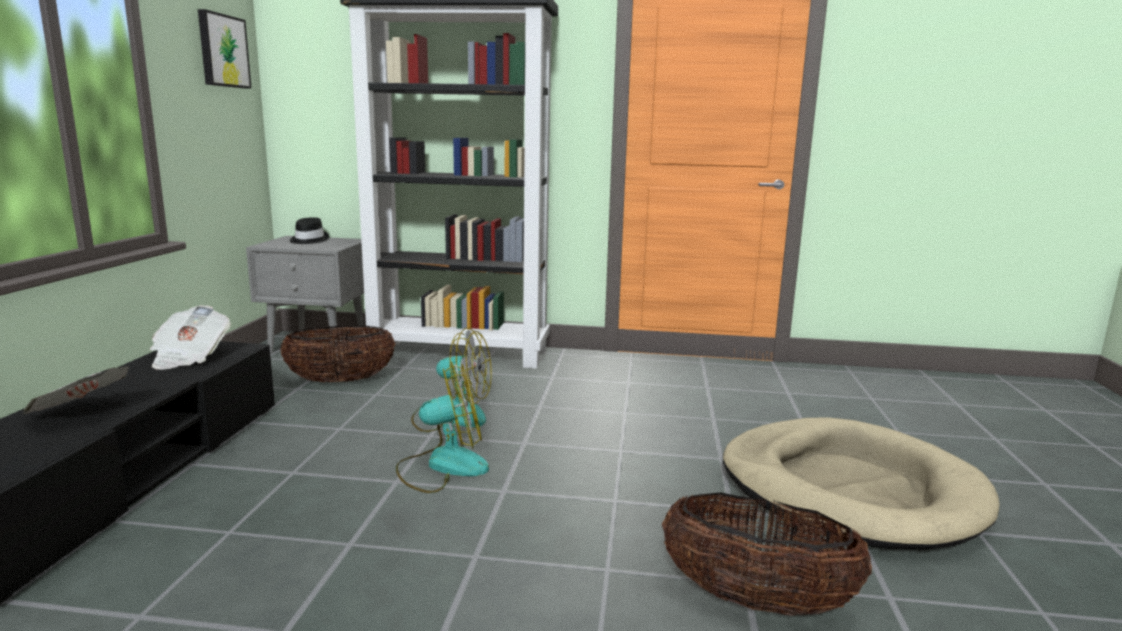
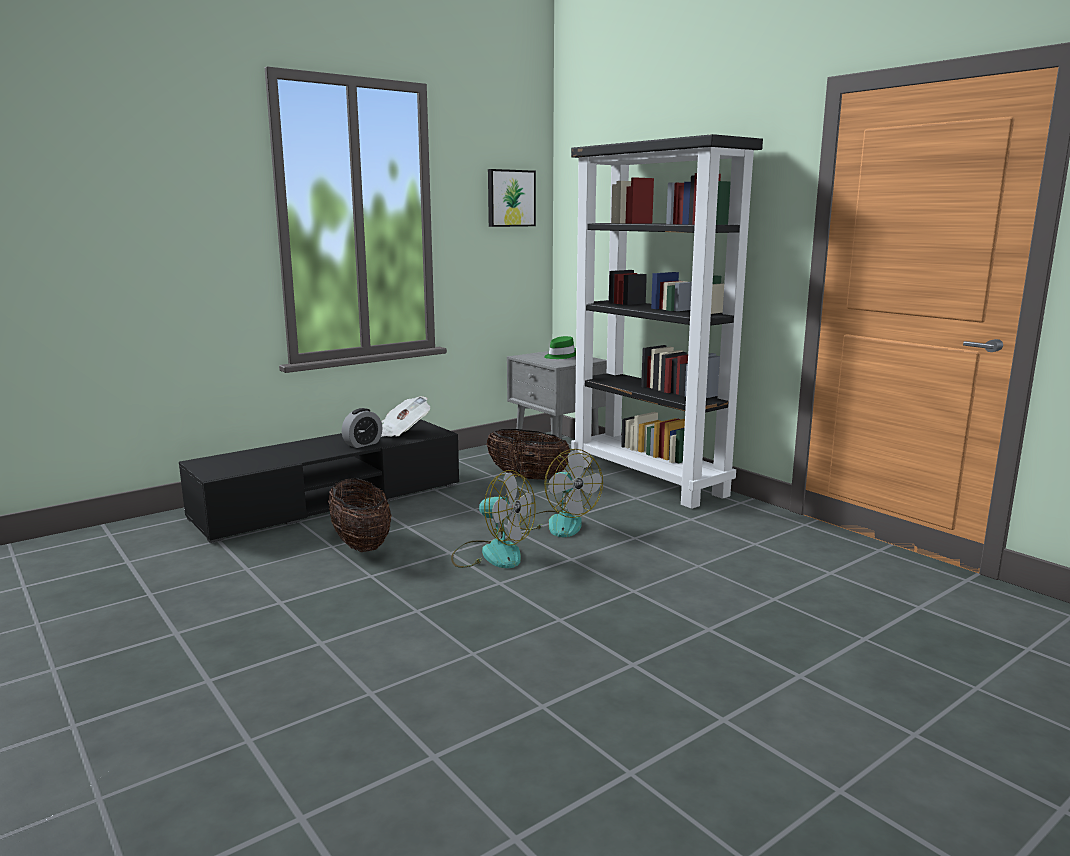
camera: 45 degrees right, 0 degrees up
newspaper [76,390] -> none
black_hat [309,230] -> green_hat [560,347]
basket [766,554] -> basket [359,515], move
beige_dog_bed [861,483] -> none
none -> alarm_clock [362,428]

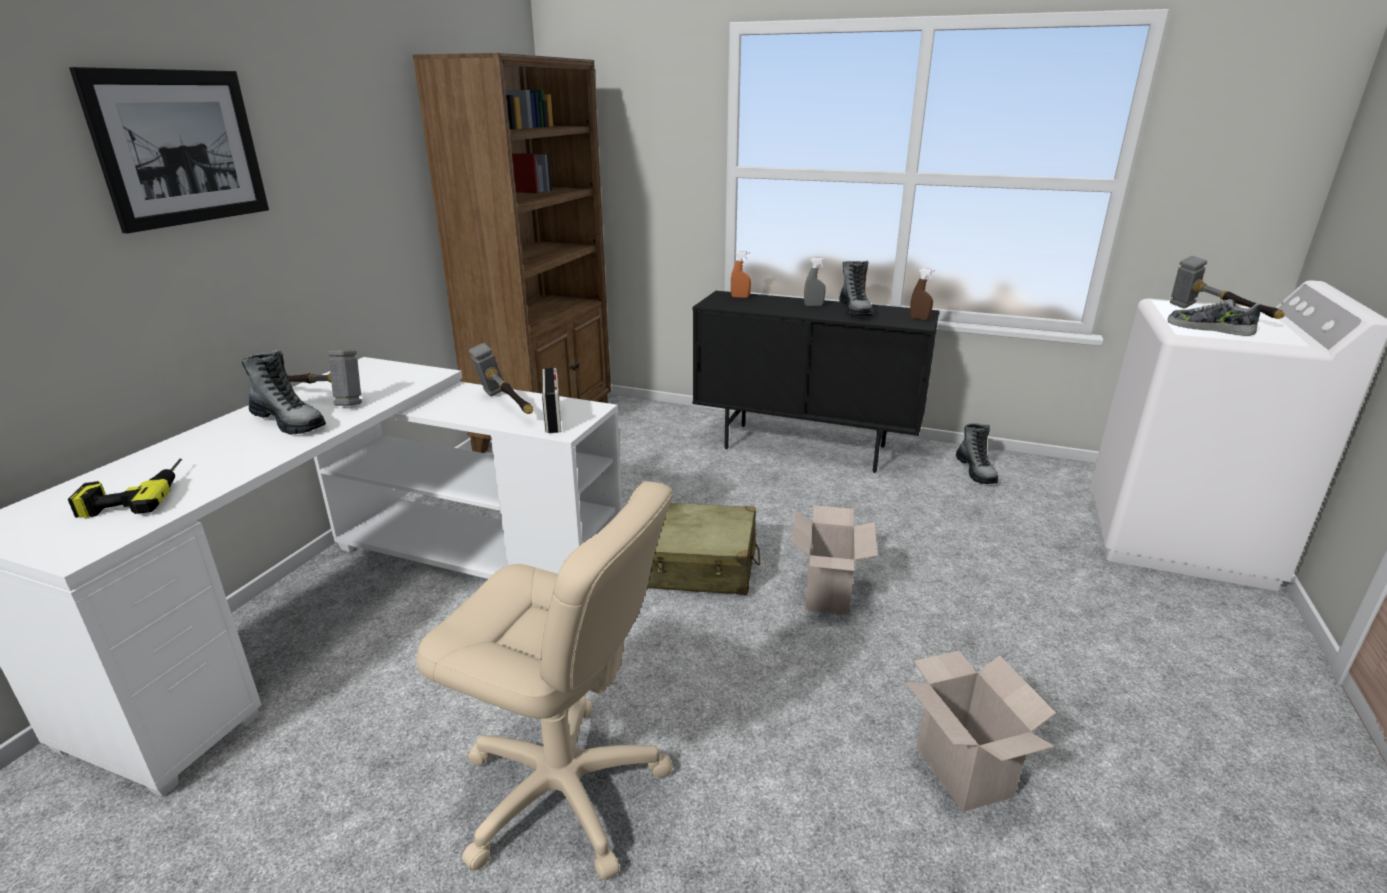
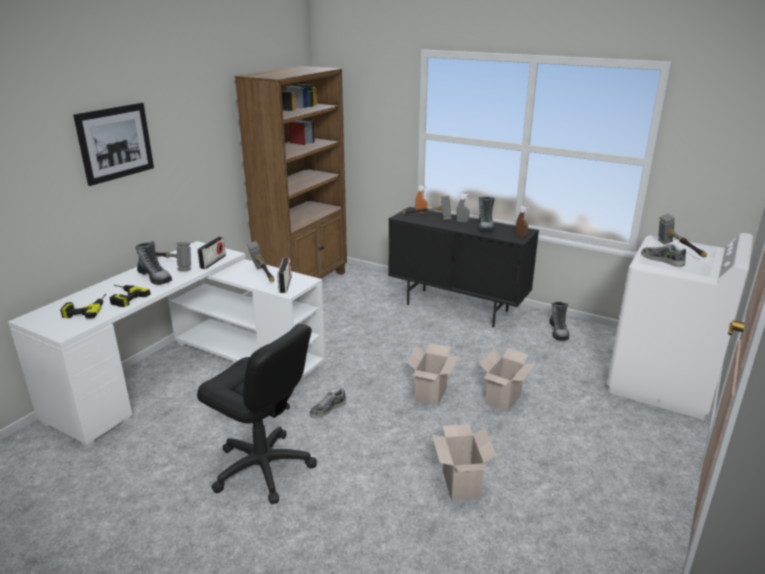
camera: 10 degrees right, 0 degrees up
beige_office_chair [544,681] -> black_office_chair [257,413]
beige_suitcase [703,549] -> none
none -> power_drill [130,296]
none -> radio [211,253]
none -> shoe [327,403]
none -> hammer [427,208]
none -> cardboard_box [507,380]

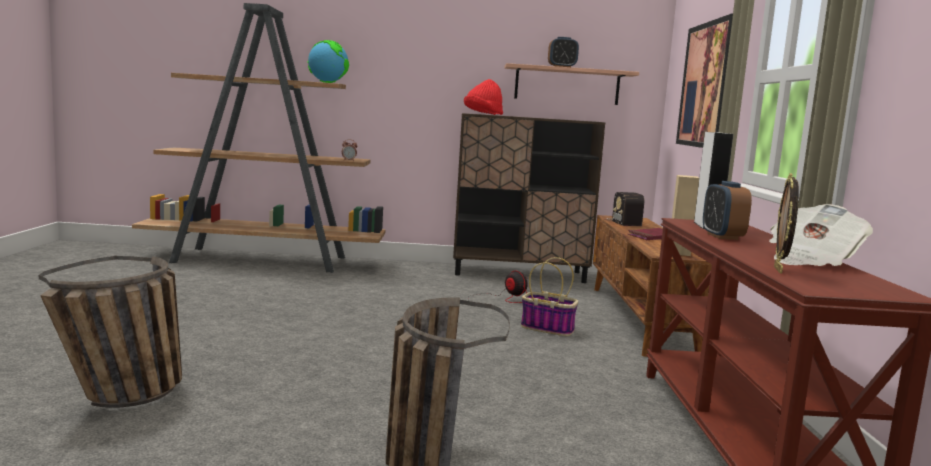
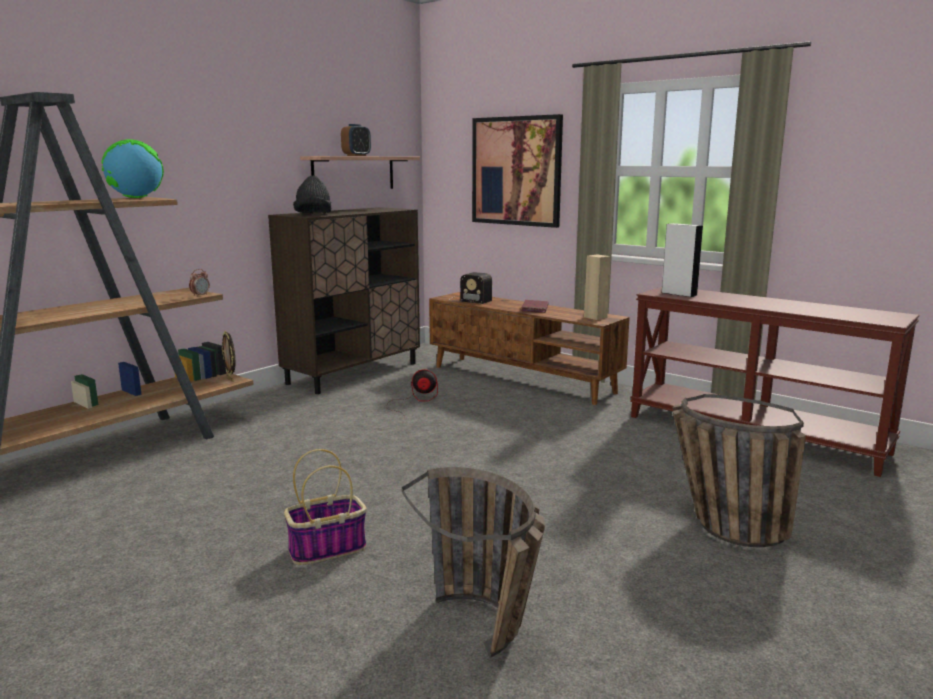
camera: 50 degrees left, 5 degrees up
red_hat [483,97] -> black_hat [312,195]
basket [549,296] -> basket [325,507], move
alarm_clock [727,210] -> none
newspaper [821,235] -> none
picture_frame [786,223] -> picture_frame [228,356], move

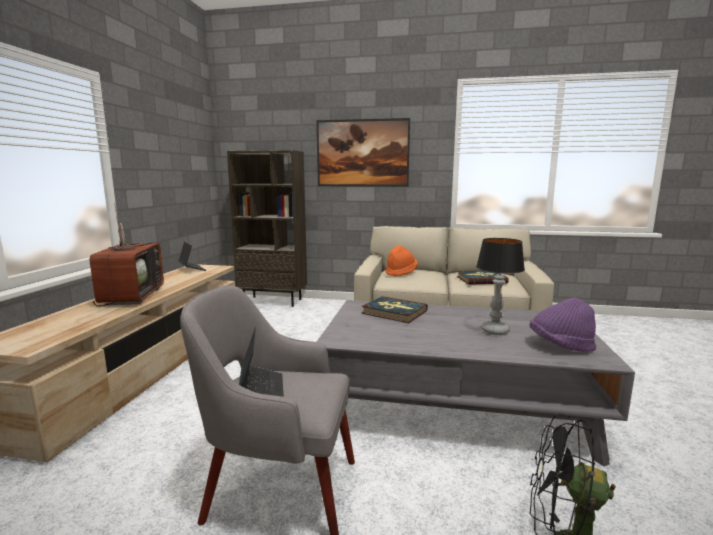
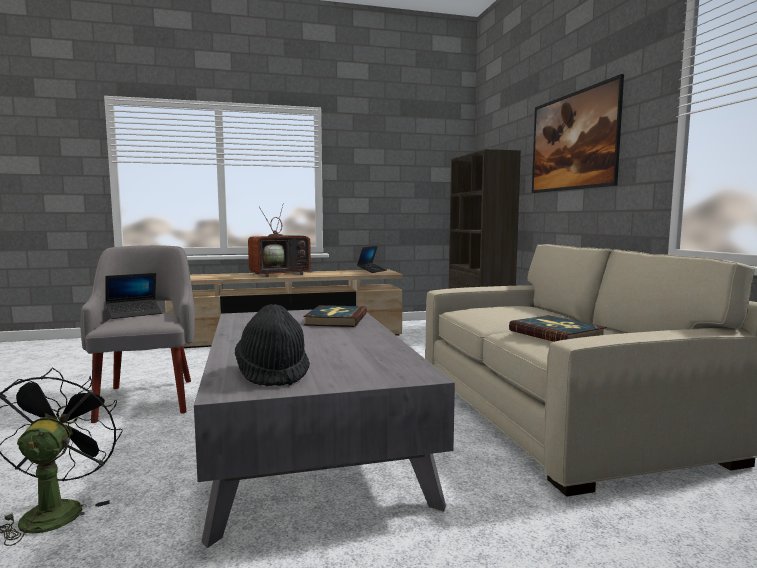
camera: 65 degrees right, 5 degrees down
orange_hat [402,261] -> none
table_lamp [500,286] -> none
purple_hat [562,325] -> black_hat [272,345]

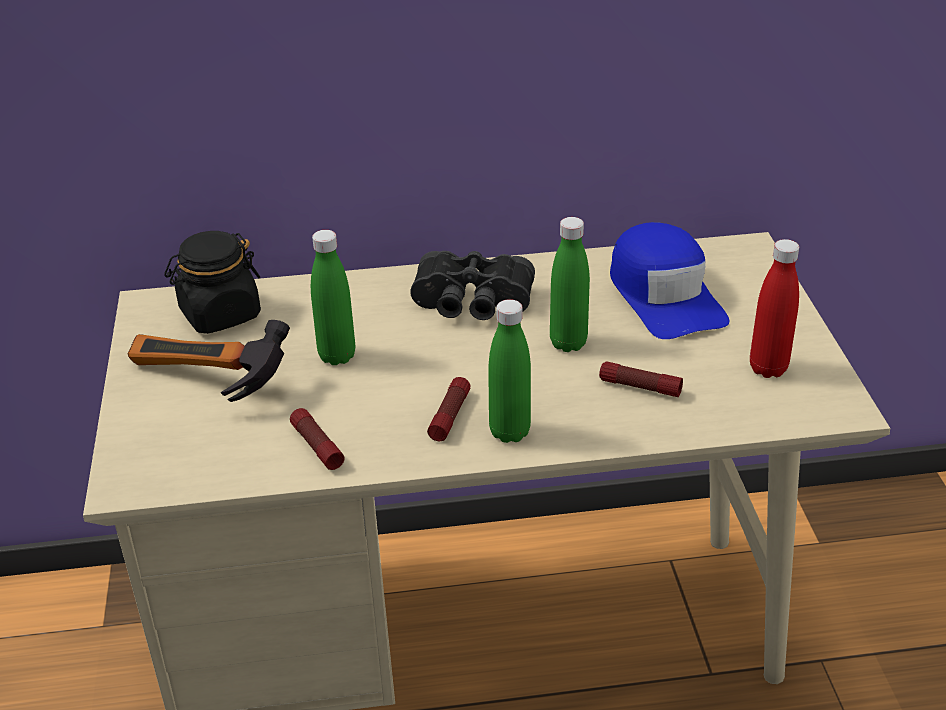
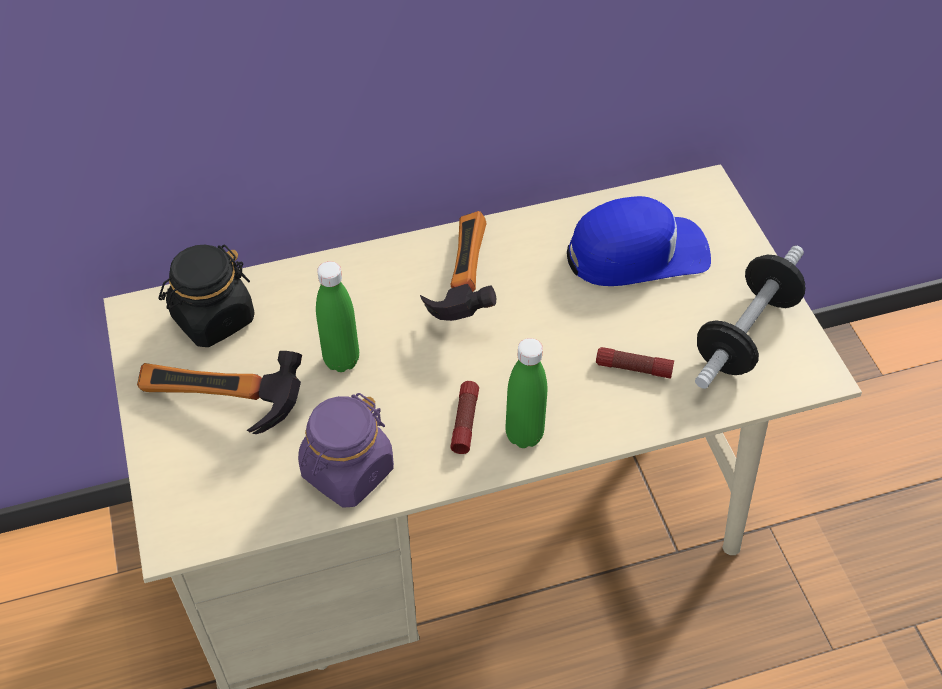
camera: 10 degrees left, 15 degrees up
flashlight [317,439] -> purple_jar [346,450]
black_binoculars [472,285] -> hammer [458,266]
green_bottle [570,284] -> none
blue_cap [670,280] -> blue_cap [639,241], 75 degrees counterclockwise
red_bottle [774,308] -> dumbbell [750,317]

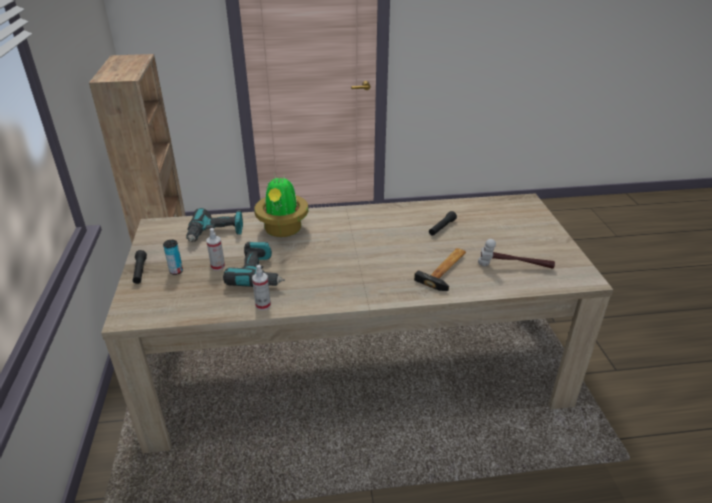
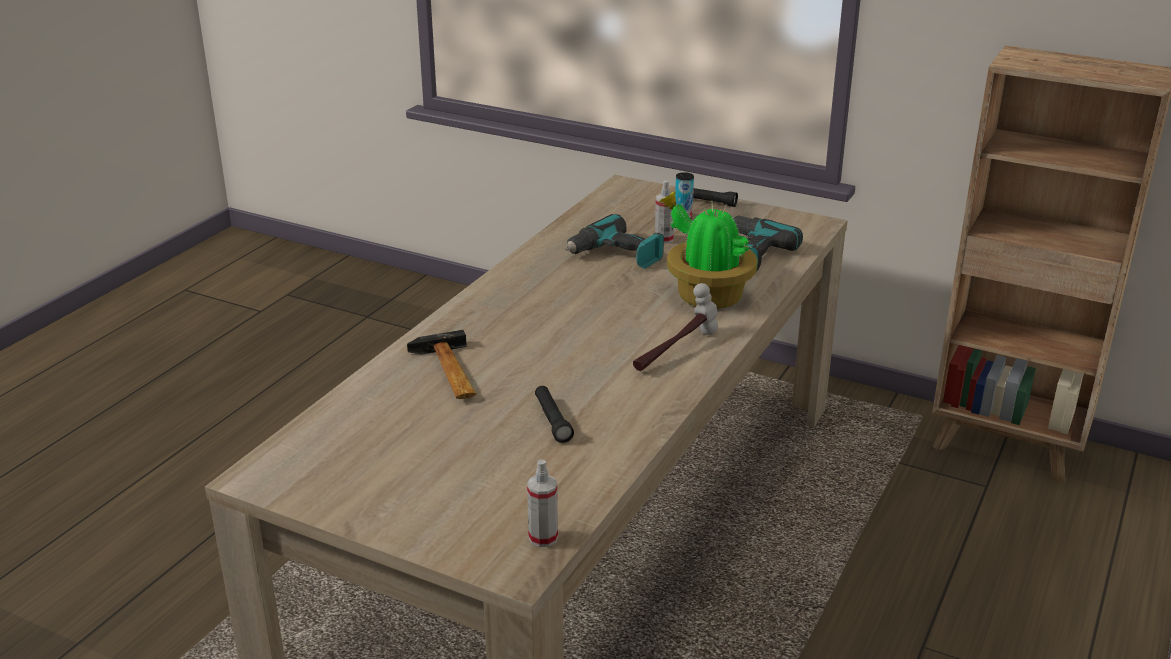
camera: 125 degrees right, 5 degrees down
spray_bottle [261,287] -> spray_bottle [542,503], move
hammer [516,254] -> hammer [675,327], move

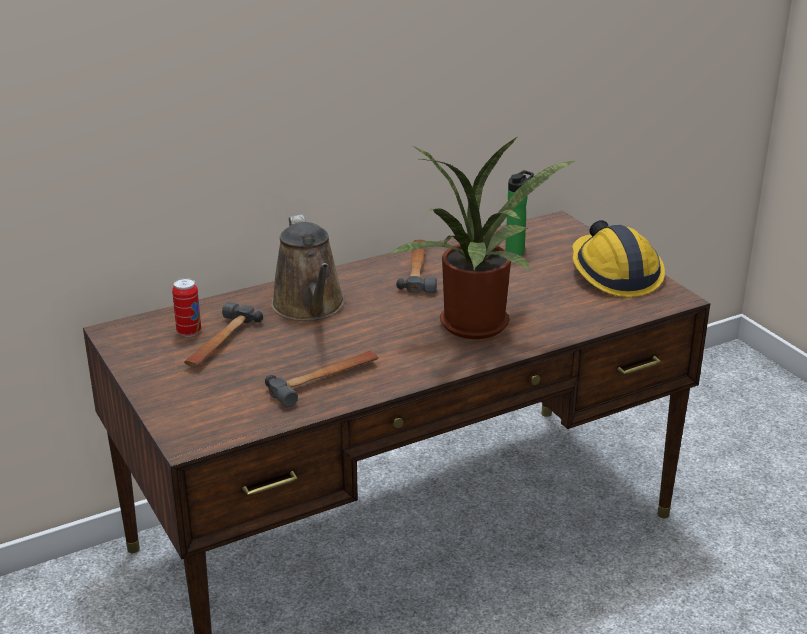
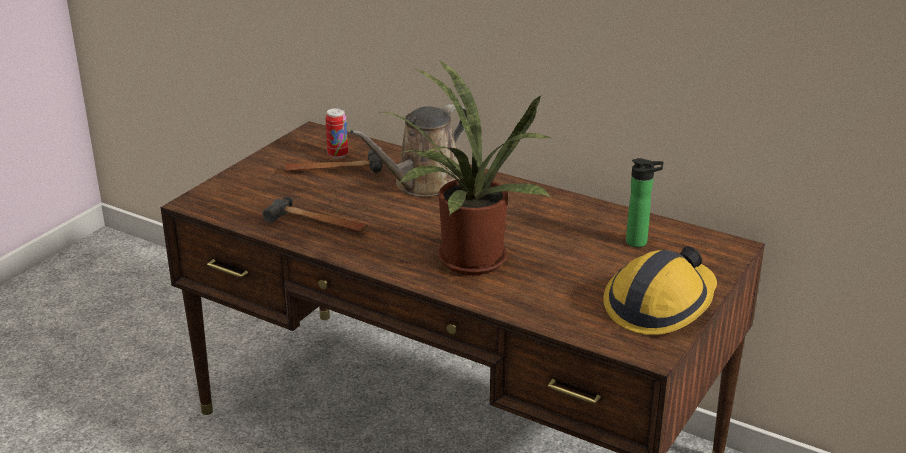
camera: 60 degrees right, 0 degrees up
hammer [416,266] -> none

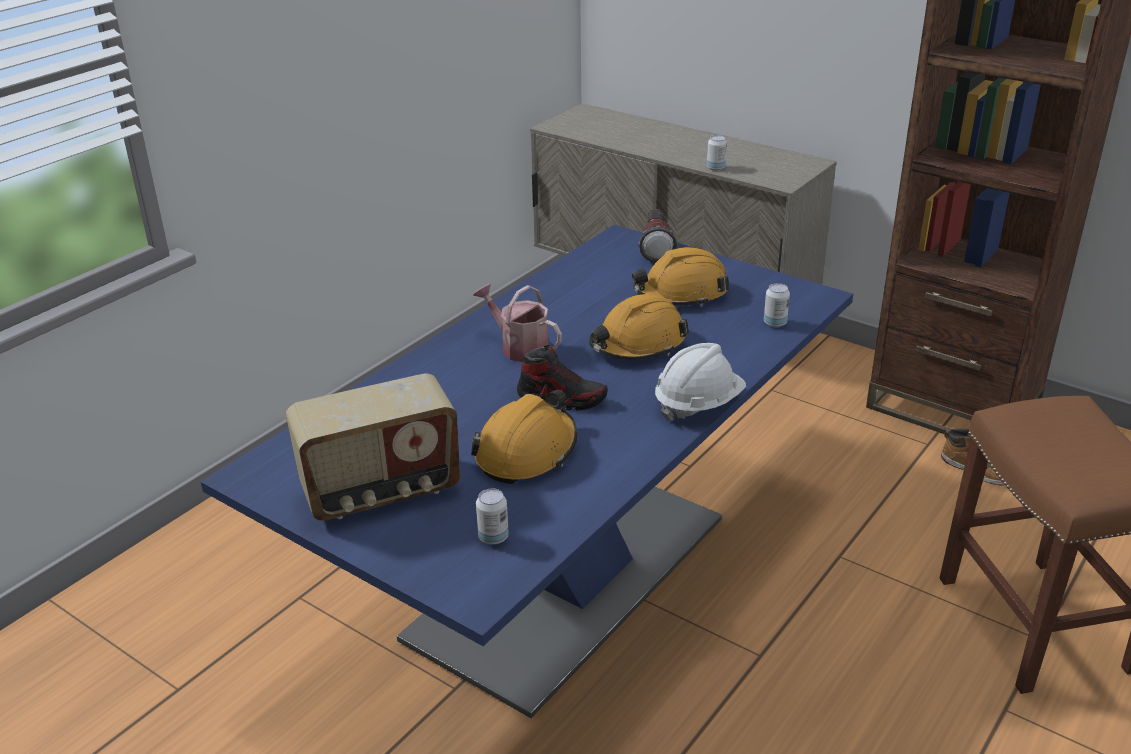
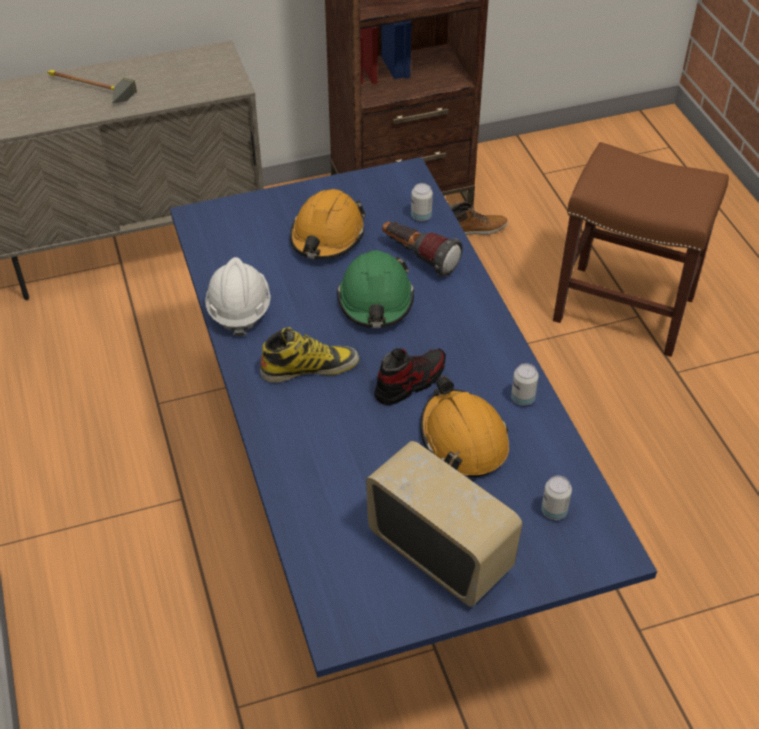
camera: 55 degrees left, 15 degrees up
radio [373,447] -> radio [444,524], 60 degrees counterclockwise
watering_can [517,322] -> boot [309,355]
orange_hard_hat [639,327] -> green_hard_hat [375,289]
flashlight [658,236] -> flashlight [422,249], move
white_hard_hat [700,382] -> white_hard_hat [238,297], move
can [717,153] -> can [524,384], move
none -> hammer [91,86]

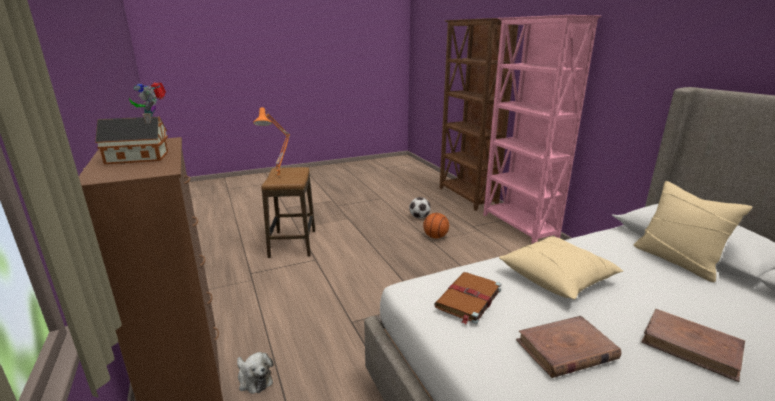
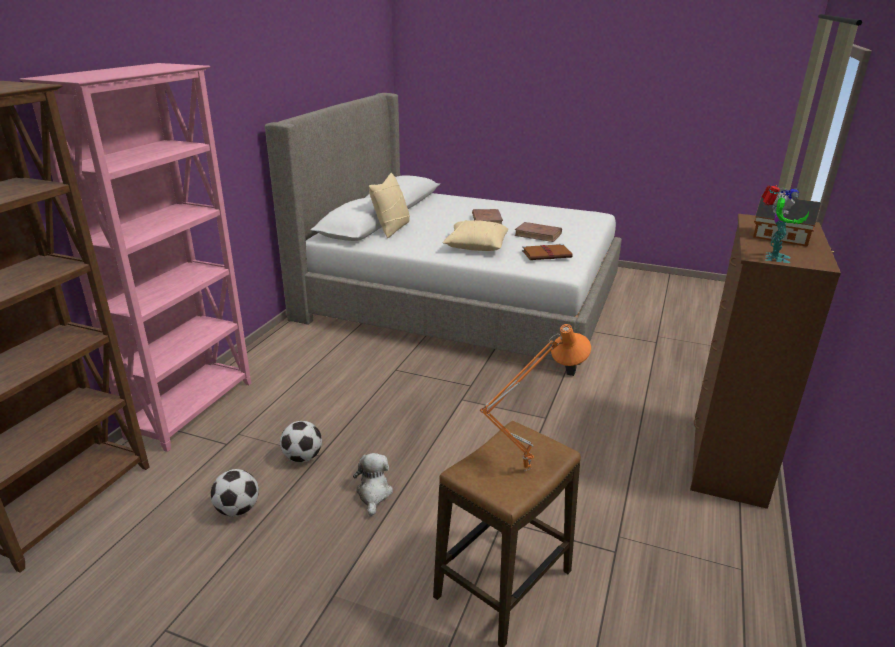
camera: 135 degrees left, 5 degrees up
plush_toy [255,373] -> plush_toy [373,484], move
basketball [436,226] -> football [301,441]

